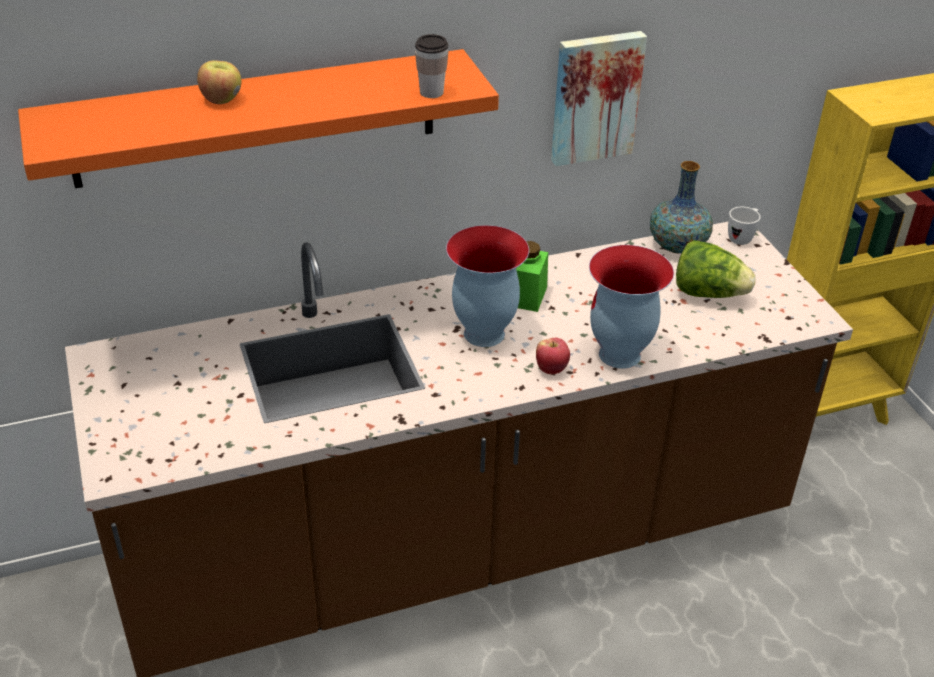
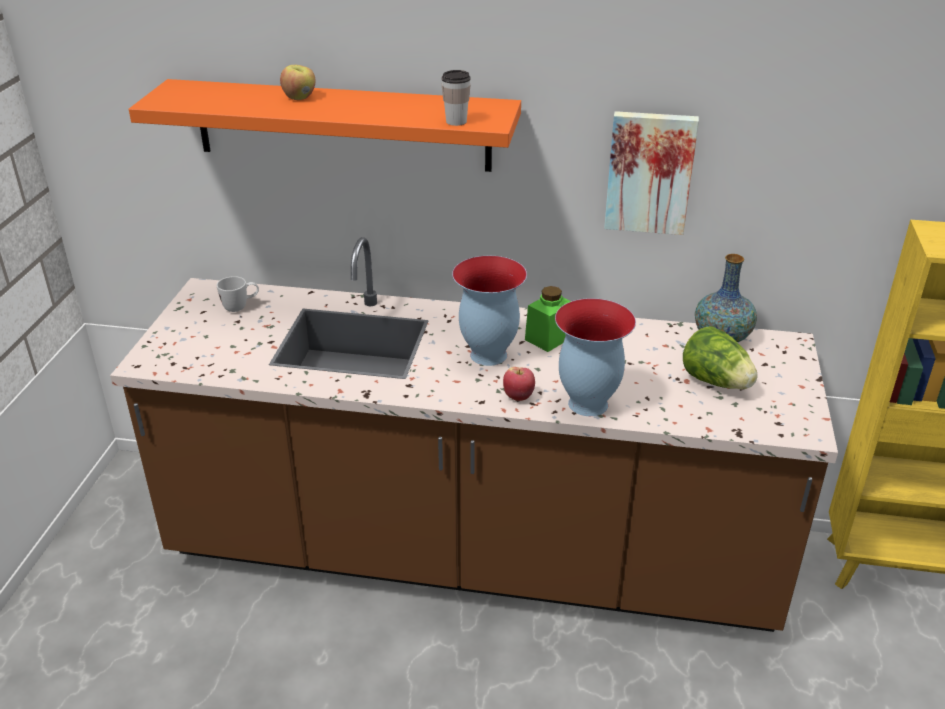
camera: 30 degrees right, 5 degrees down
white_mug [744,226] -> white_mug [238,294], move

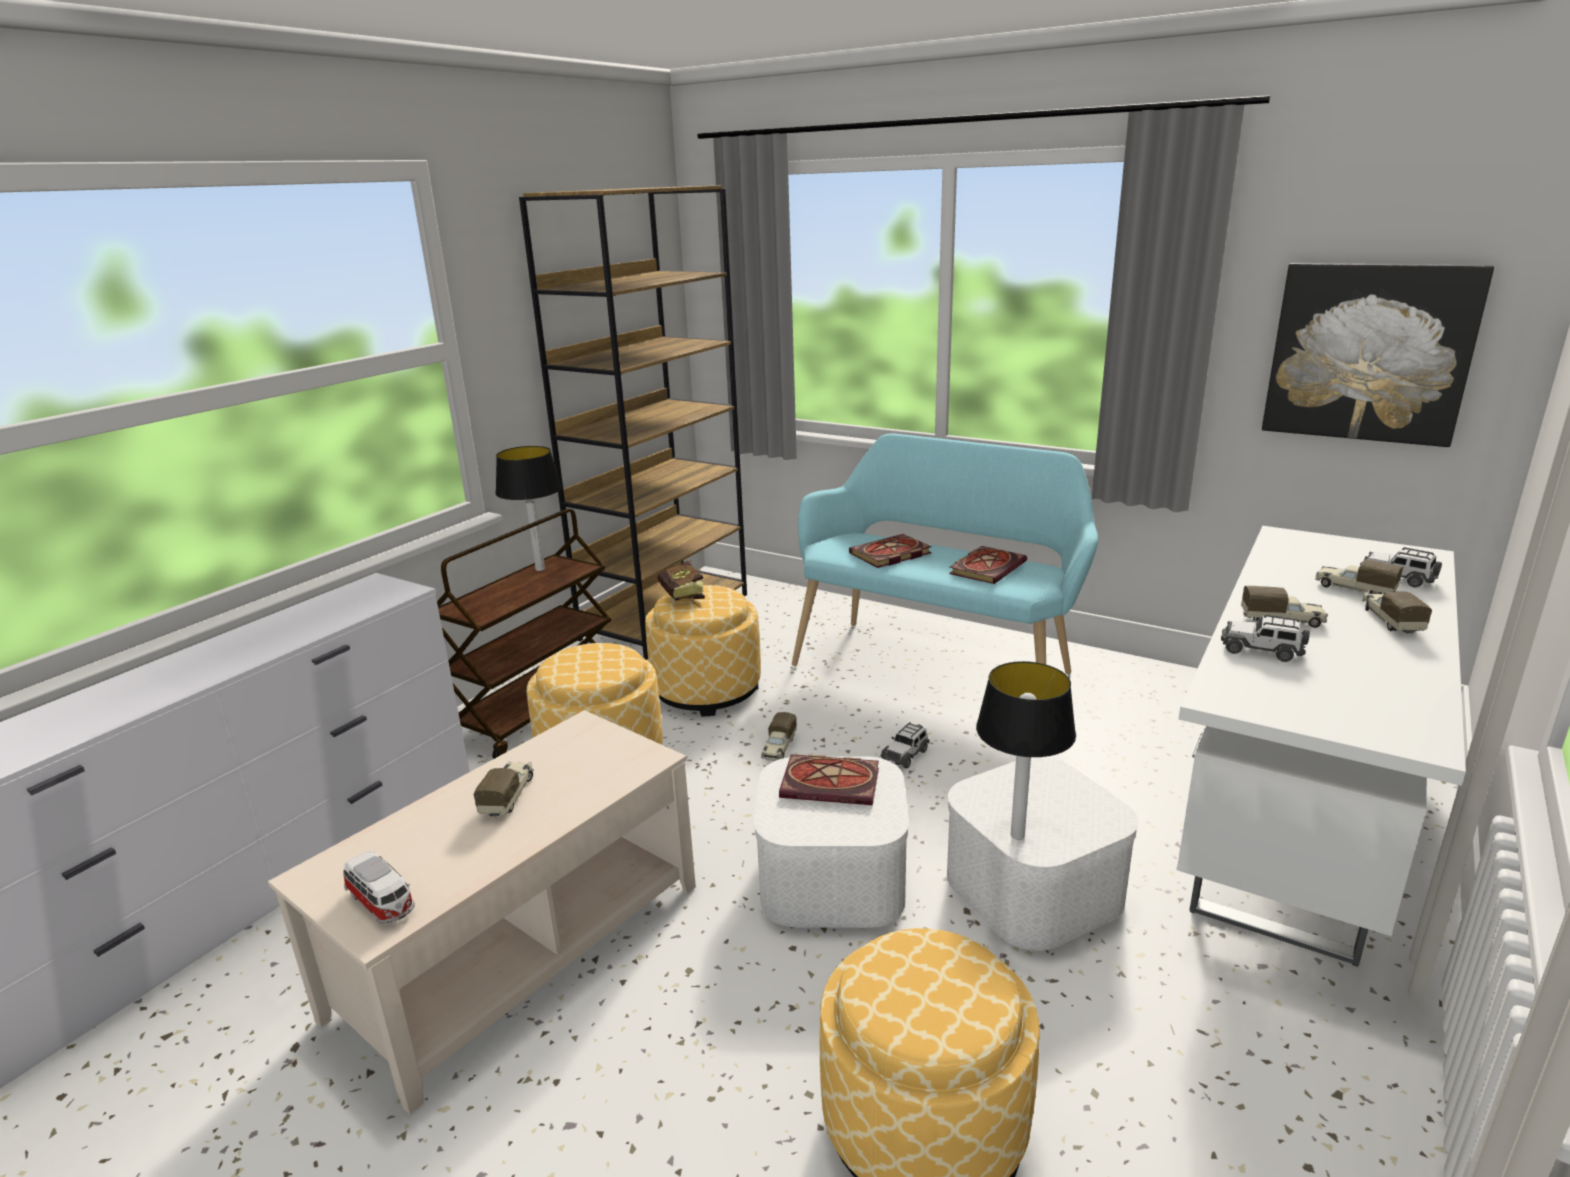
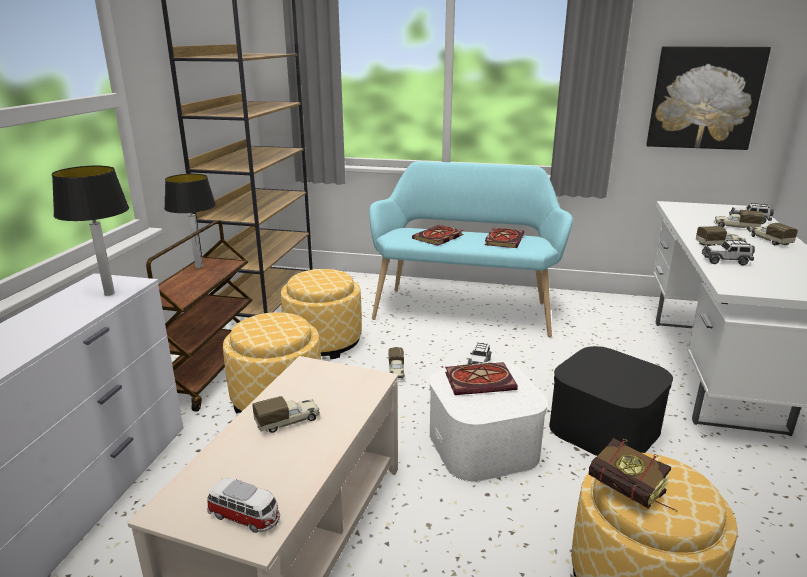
camera: 20 degrees left, 0 degrees up
toy_truck [504,789] -> toy_truck [286,414], 75 degrees clockwise
book [681,585] -> book [633,475], move
white_storage_box [1042,854] -> black_storage_box [611,401]
table_lamp [1026,750] -> table_lamp [90,231], move

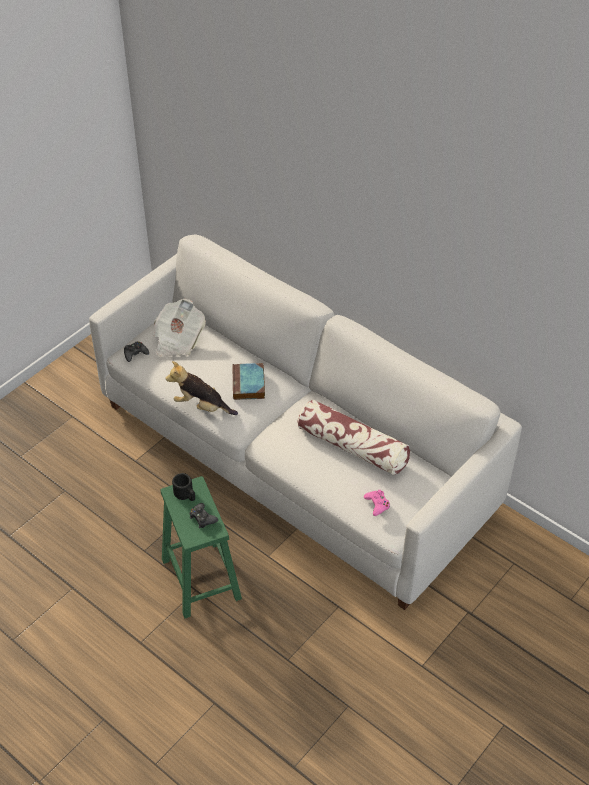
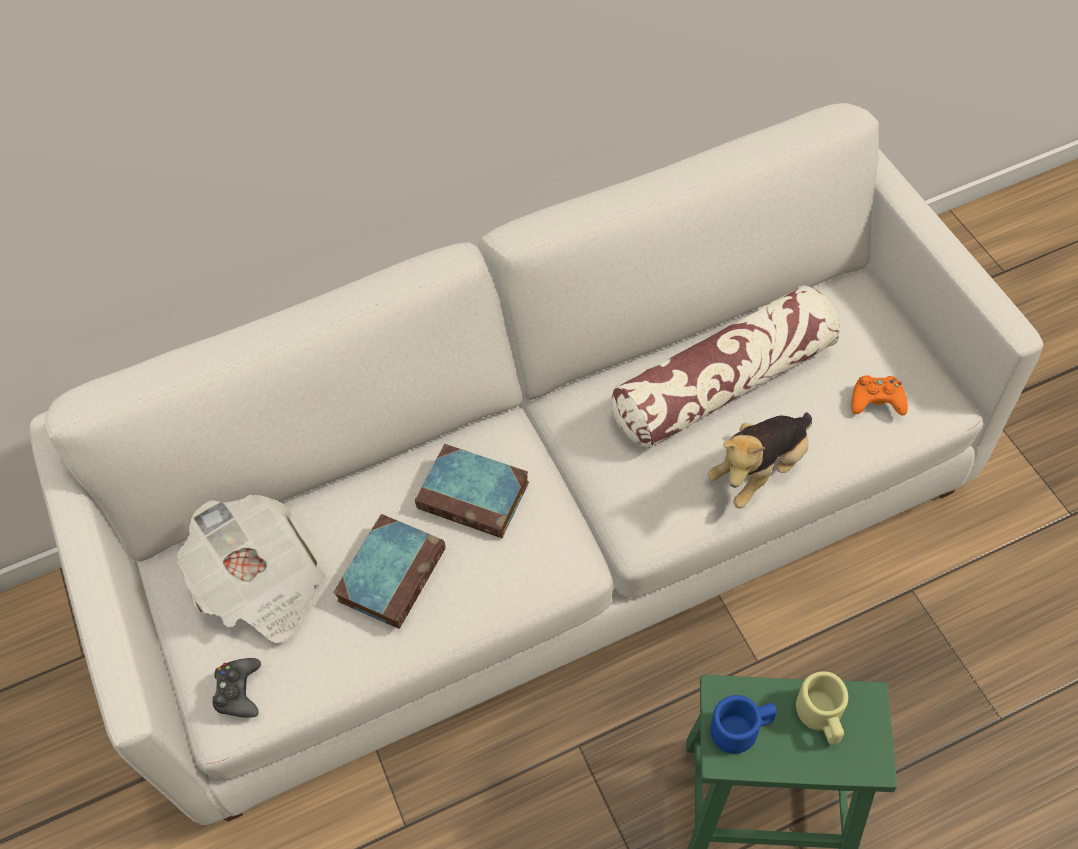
camera: 60 degrees left, 10 degrees up
plush_toy [201,388] -> plush_toy [760,461], move
black_mug [183,487] -> blue_mug [743,724]
black_game_controller [204,515] -> beige_mug [822,708]
pink_game_controller [377,503] -> orange_game_controller [879,395]
none -> book [389,571]

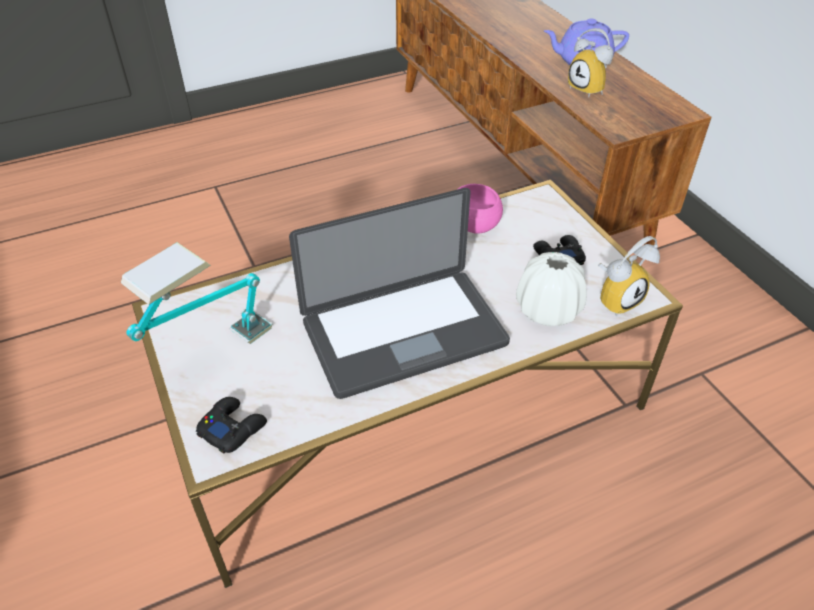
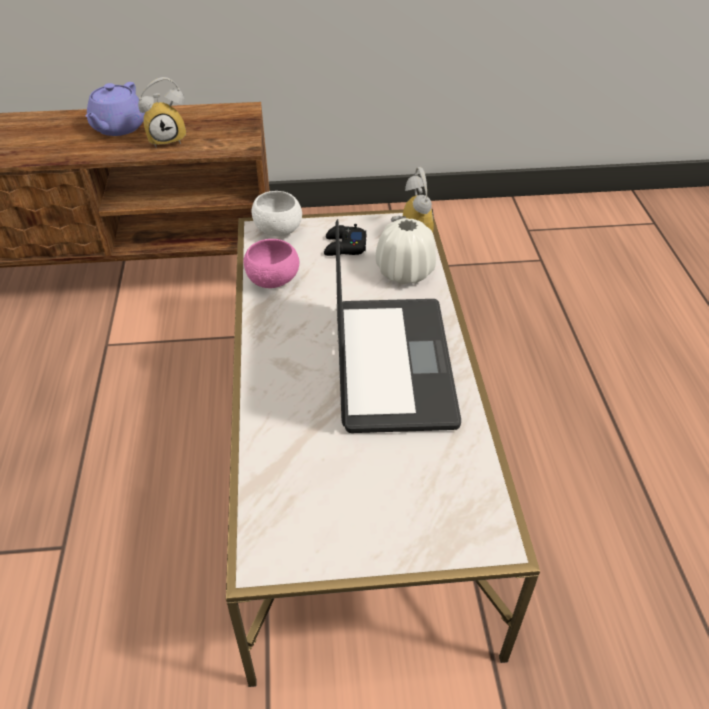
camera: 70 degrees left, 0 degrees up
table_lamp [196,293] -> none
black_game_controller [231,425] -> none
none -> white_bowl [277,214]

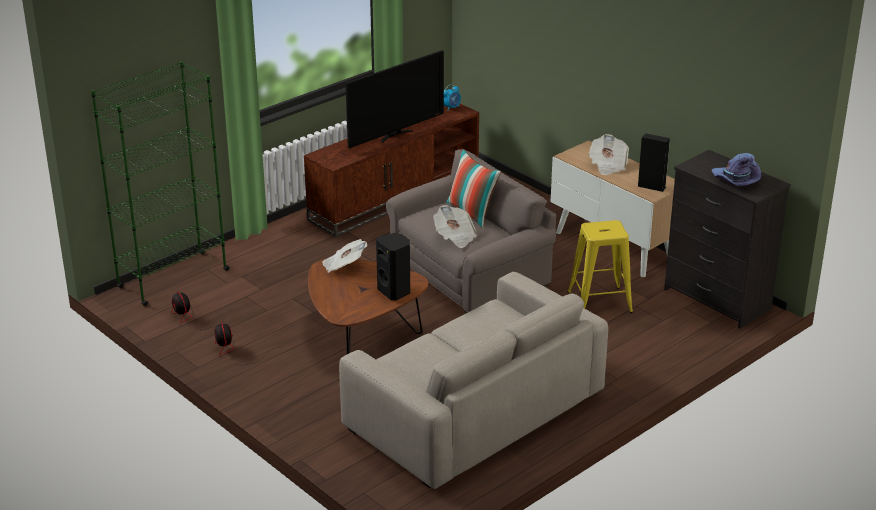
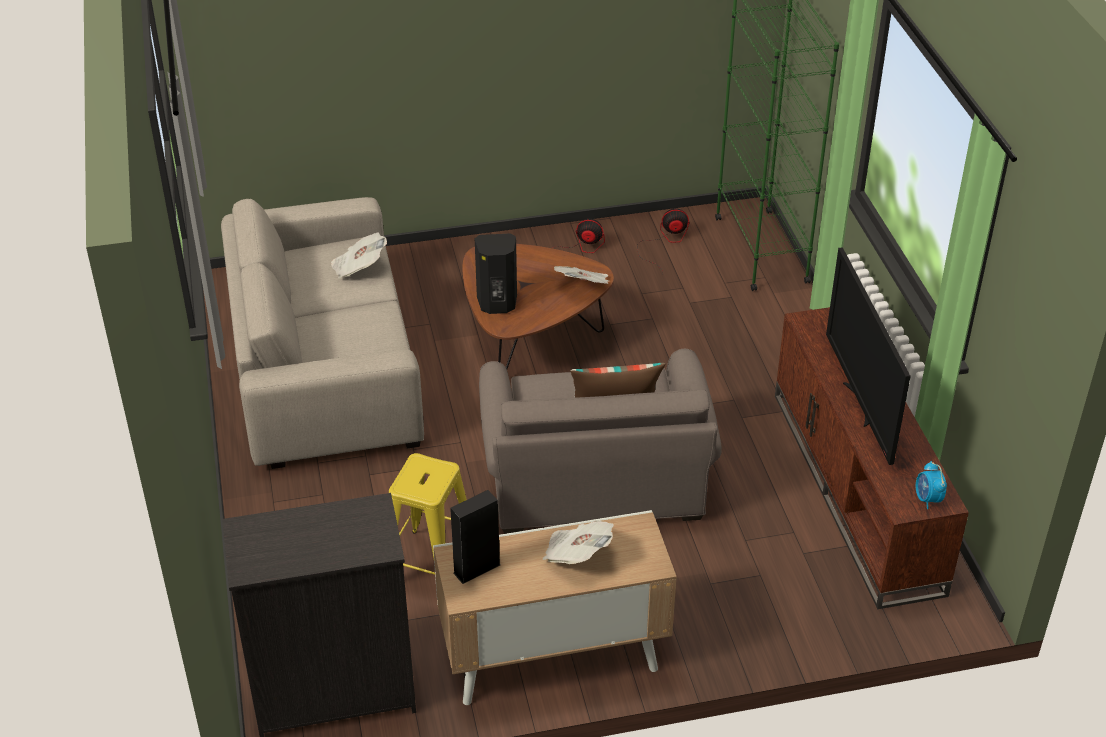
camera: 120 degrees right, 10 degrees up
newspaper [455,226] -> newspaper [359,255], move
purple_hat [736,169] -> none

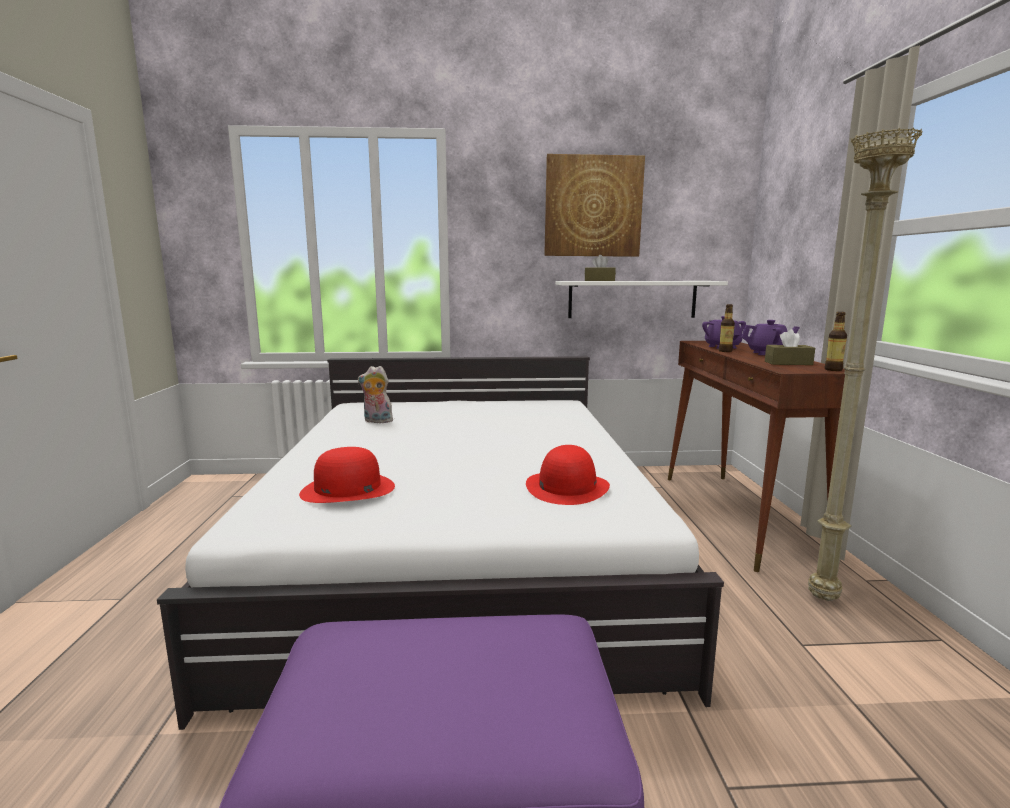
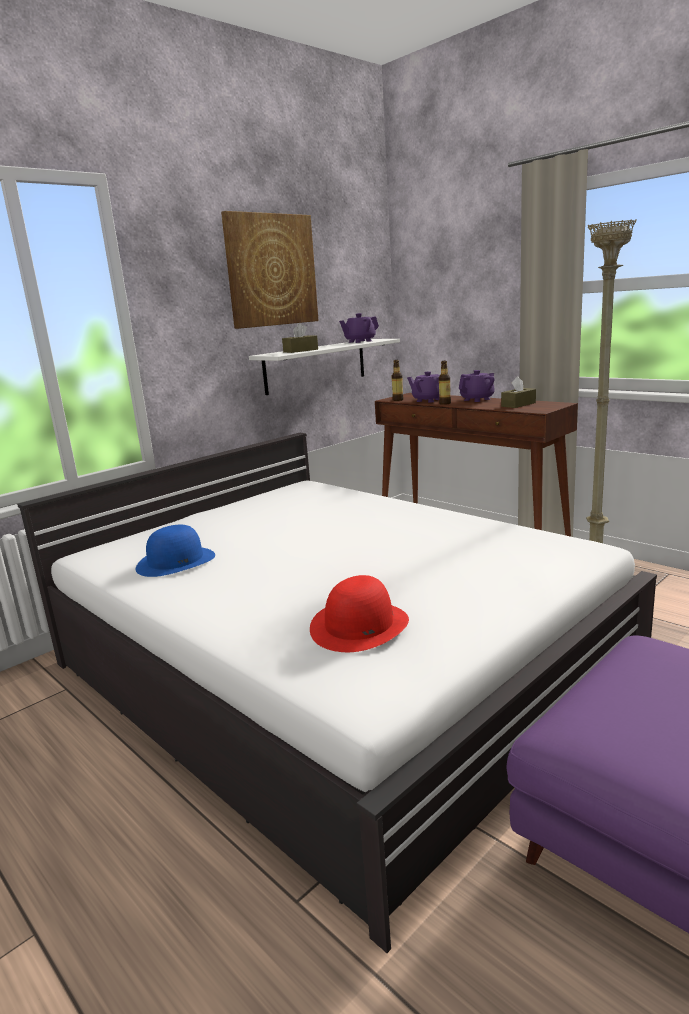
camera: 40 degrees left, 5 degrees up
plush_toy [375,394] -> blue_hat [175,551]
red_hat [568,475] -> none
bottle [835,341] -> bottle [397,380], move
none -> purple_teapot [359,328]

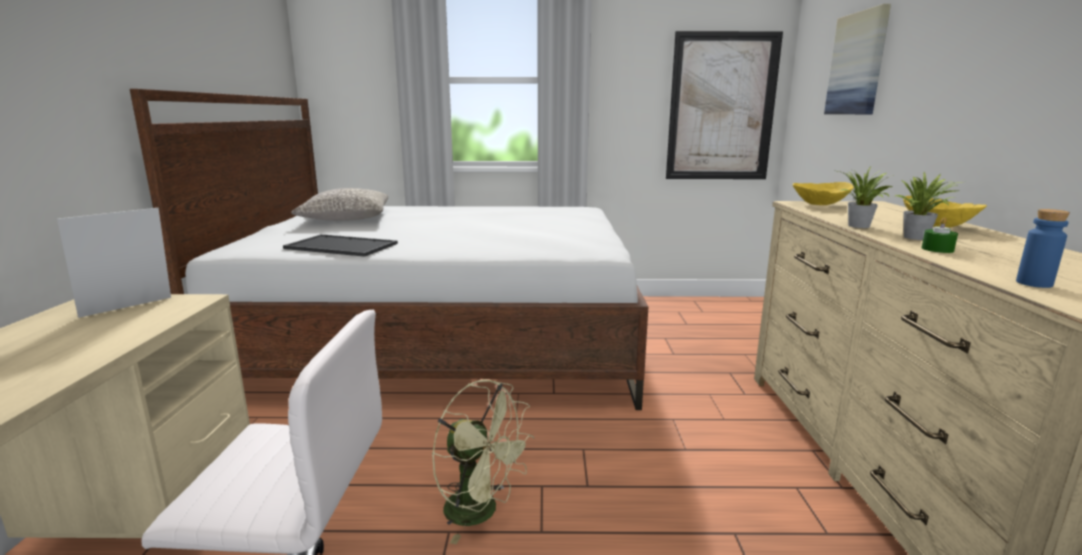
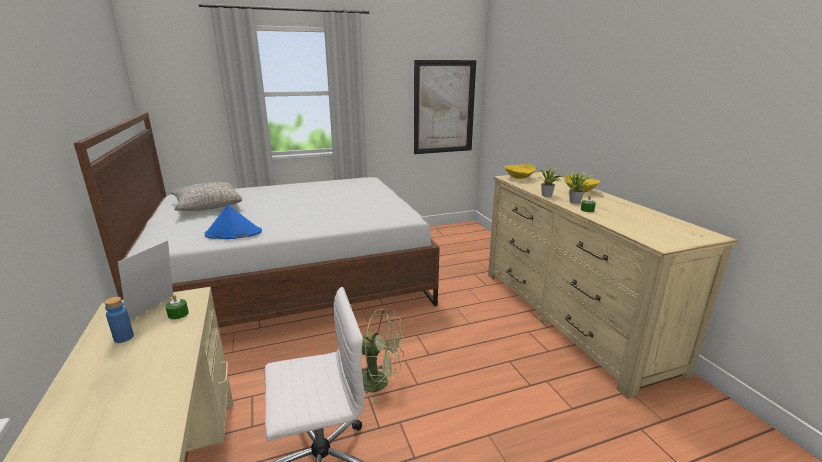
camera: 20 degrees left, 5 degrees up
tray [340,245] -> blue_hat [233,221]
picture [857,59] -> none
blue_bottle [1043,248] -> blue_bottle [119,320], move
none -> green_candle [177,307]

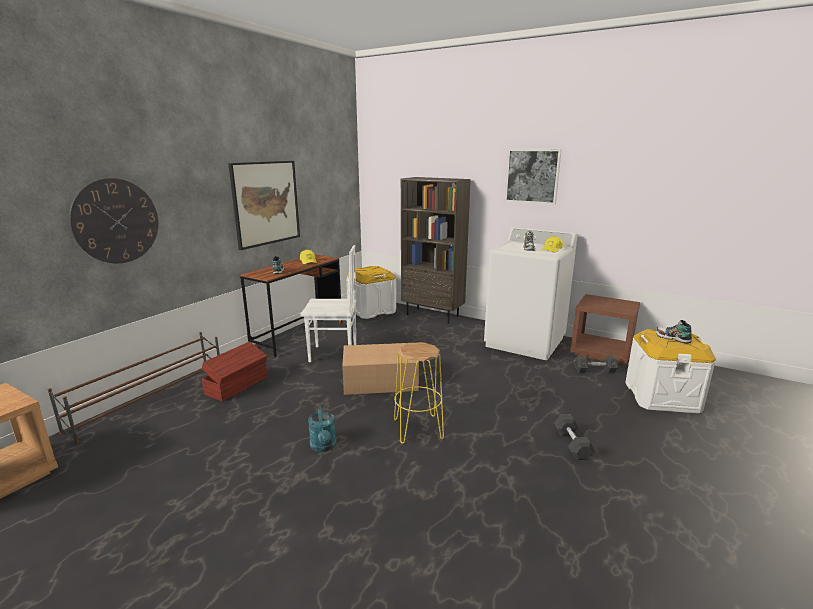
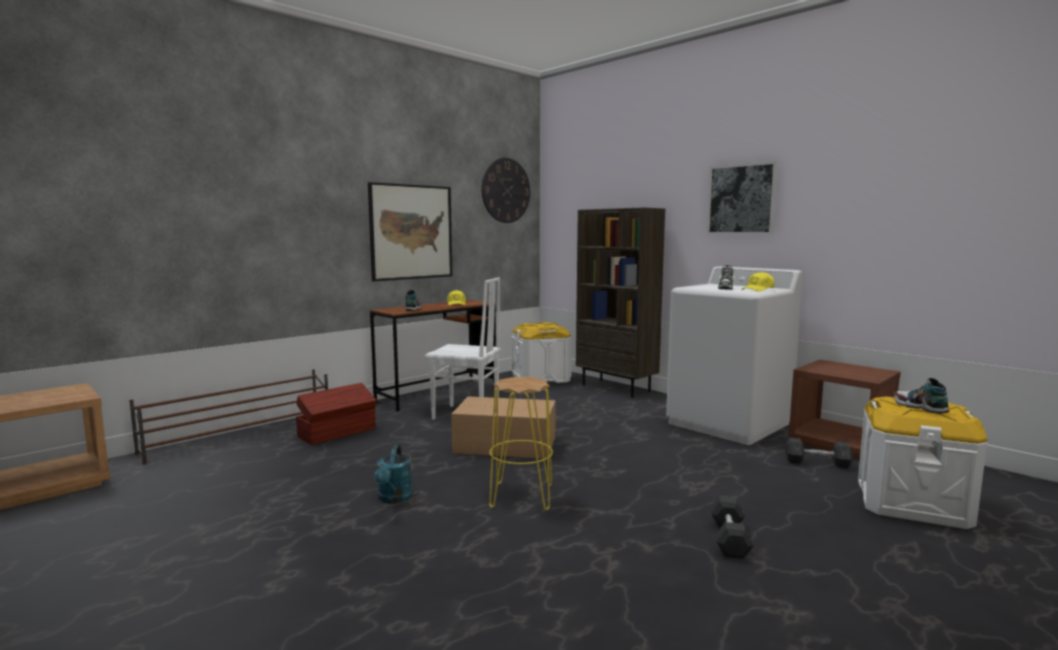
camera: 15 degrees right, 10 degrees down
wall_clock [113,220] -> wall_clock [505,190], move

